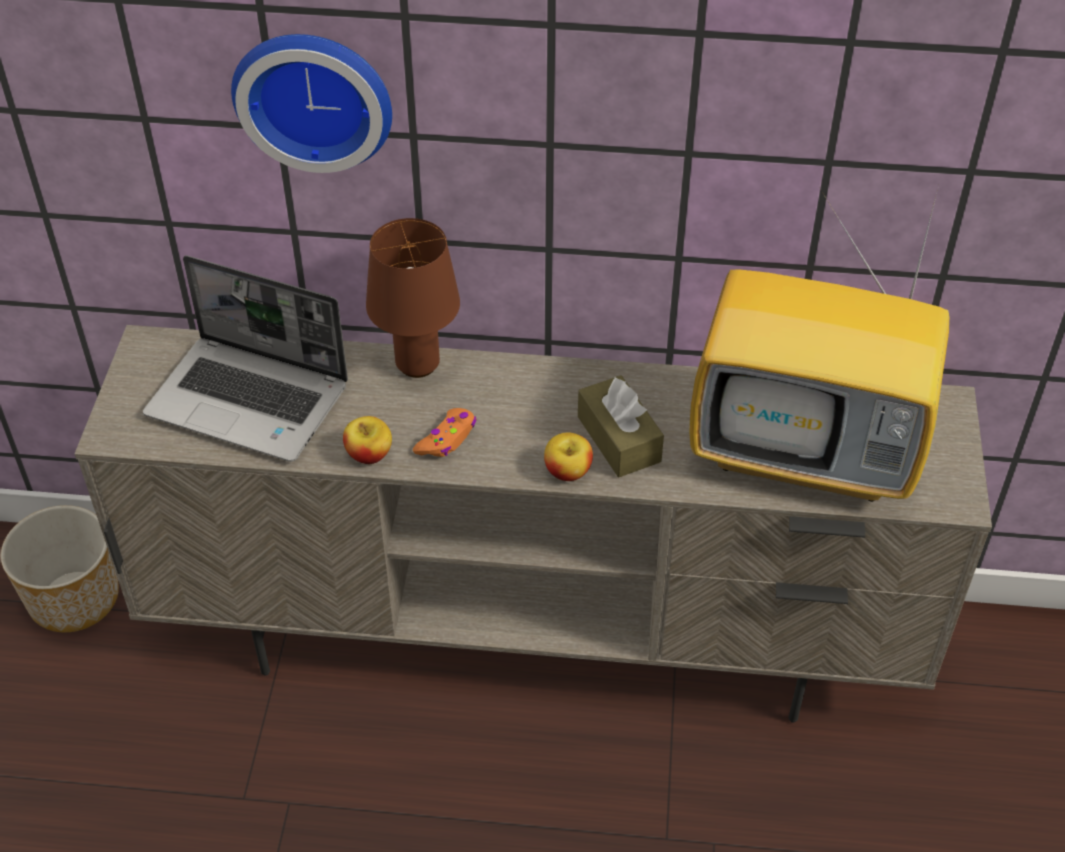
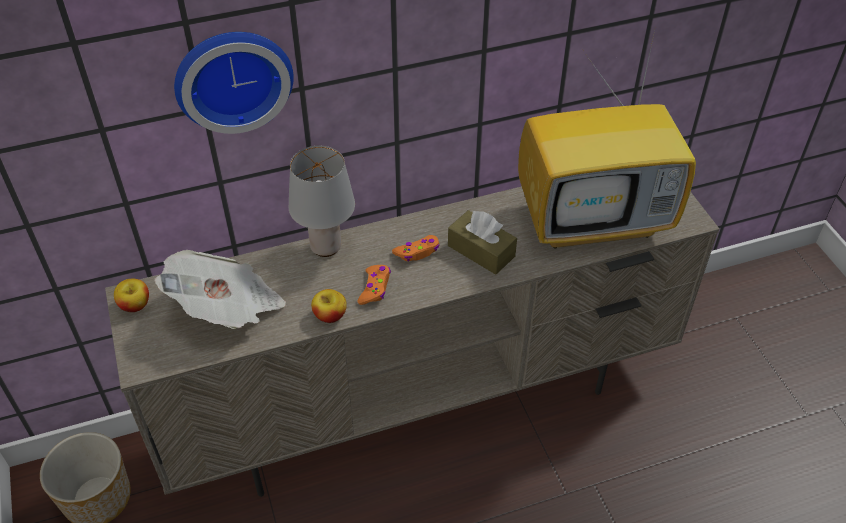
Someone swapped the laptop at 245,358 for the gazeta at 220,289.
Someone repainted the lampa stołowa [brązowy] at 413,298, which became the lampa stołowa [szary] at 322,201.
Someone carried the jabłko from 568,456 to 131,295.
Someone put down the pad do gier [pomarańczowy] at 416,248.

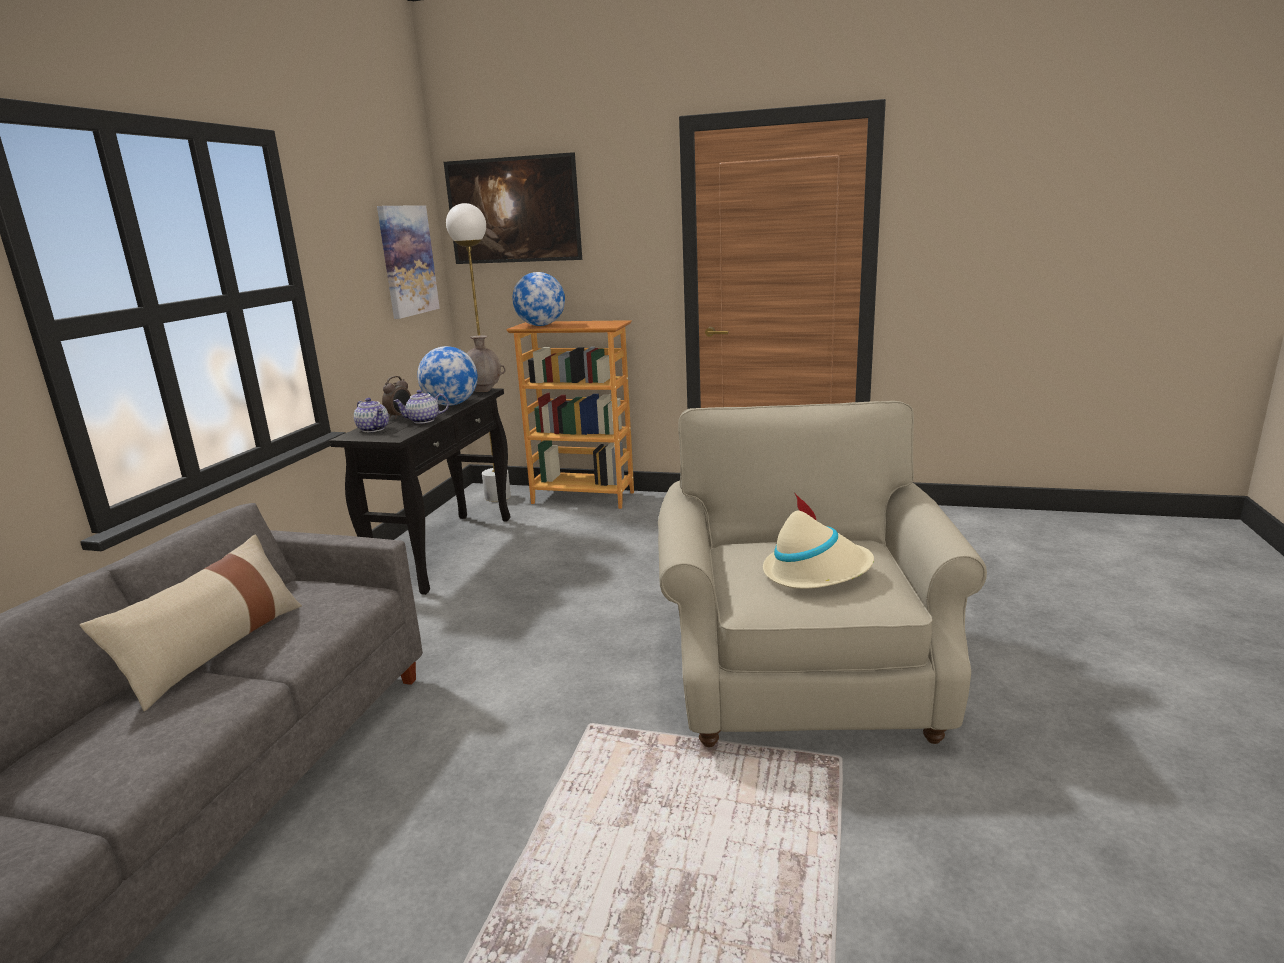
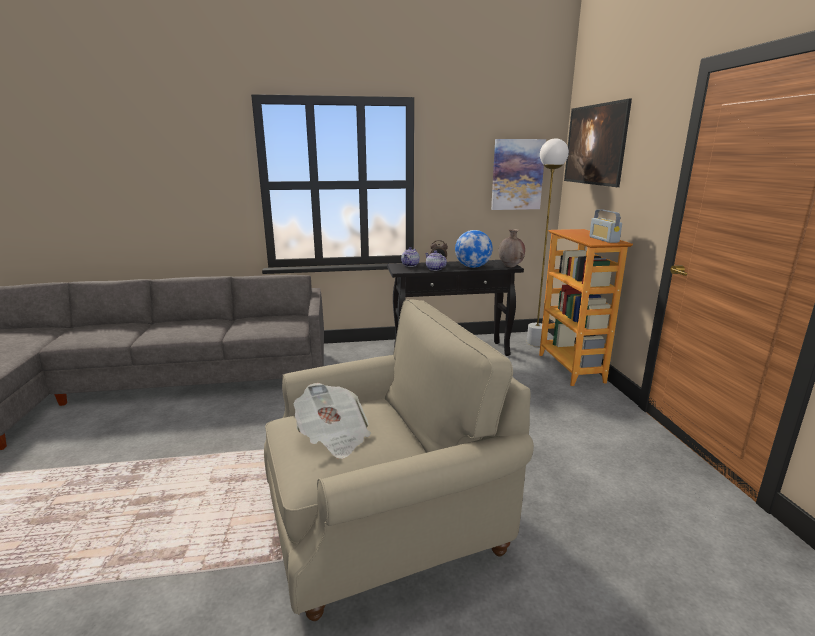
Someone took away the poduszka [beżowy] at 191,623.
Someone took away the globus at 538,299.
Someone swapped the kapelusz [beżowy] at 818,541 for the gazeta at 332,421.
Someone put down the radio at 605,226.

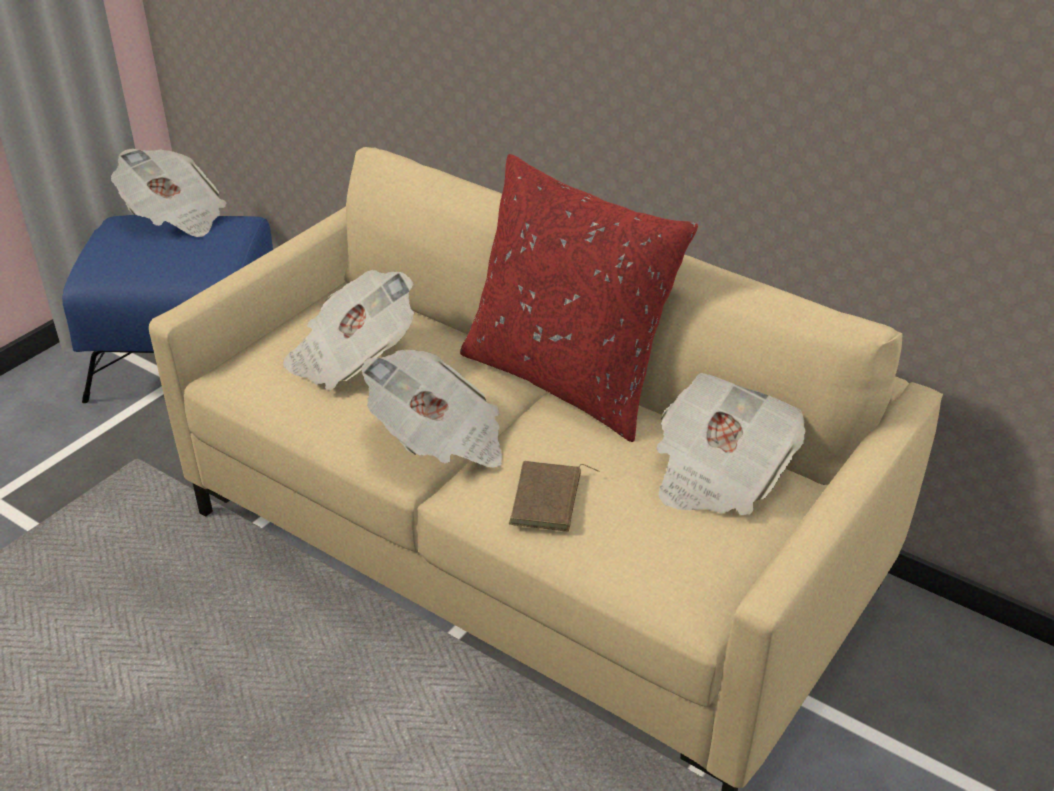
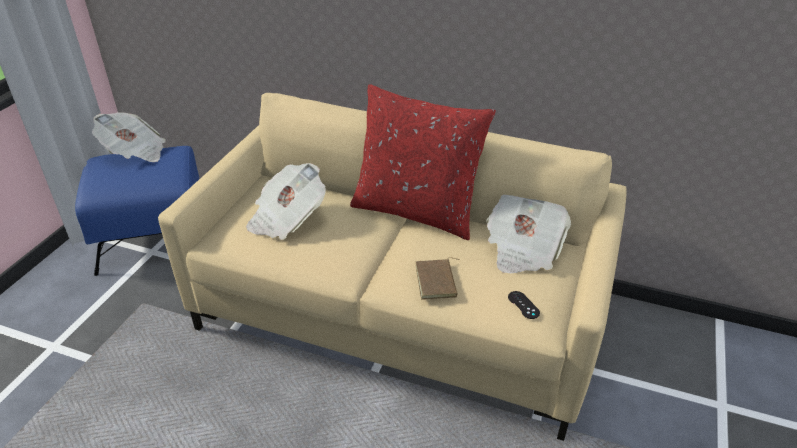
Someone took away the gazeta at 431,409.
Someone put down the pad do gier [czarny] at 524,305.

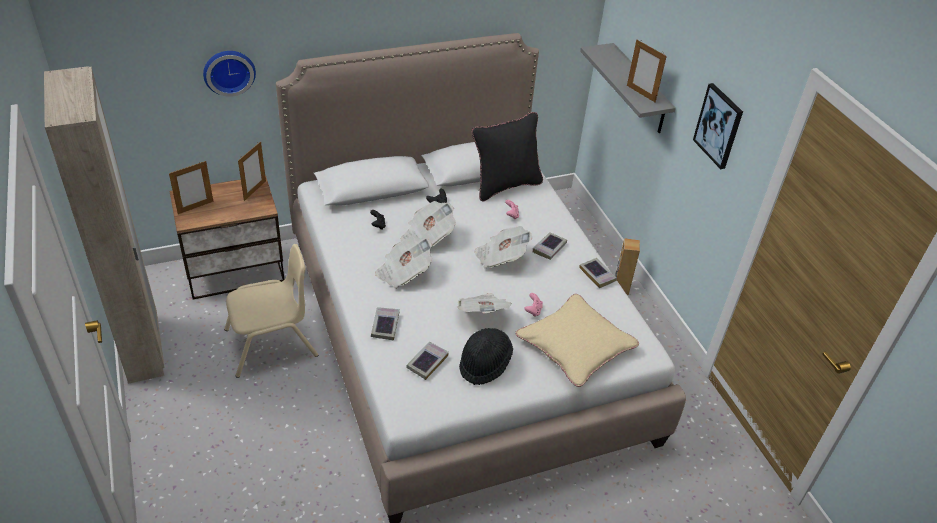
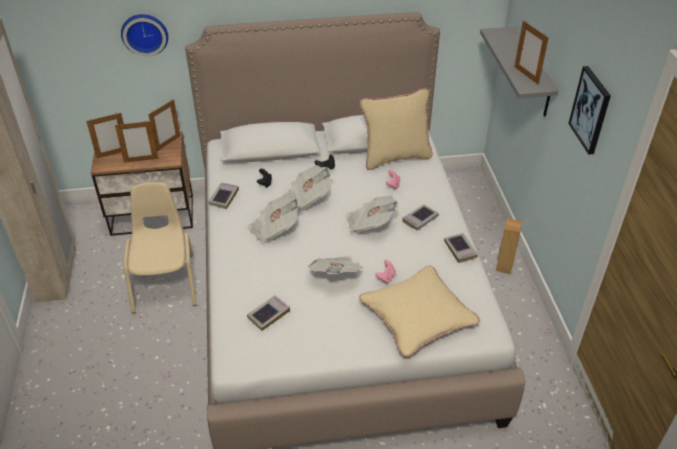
Someone rotated the krzesło [beżowy] at 271,311 by 90 degrees counterclockwise.
Someone carried the książka from 385,324 to 223,196.
Someone took away the kapelusz [czarny] at 486,356.
Someone repainted the poduszka [czarny] at 507,156, which became the poduszka [beżowy] at 396,129.
Someone put down the ramka na zdjęcie at 136,142.

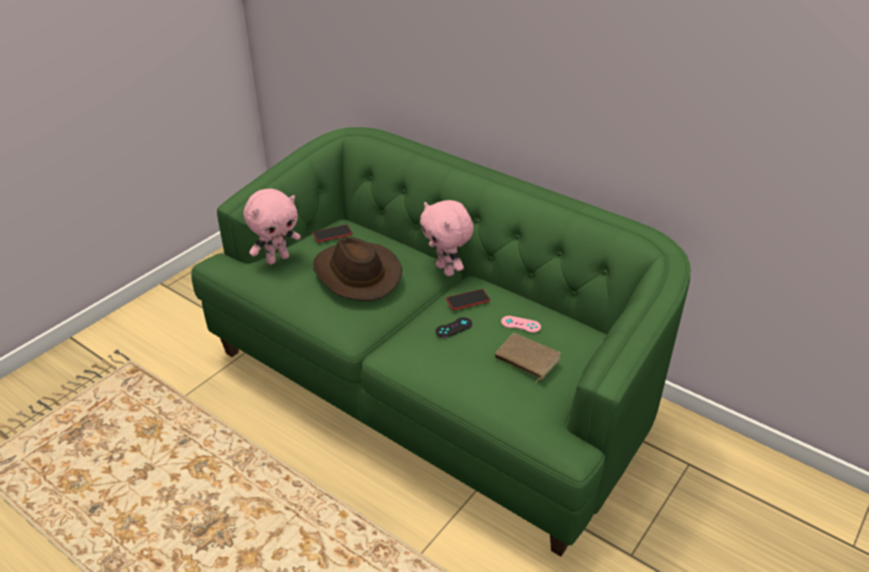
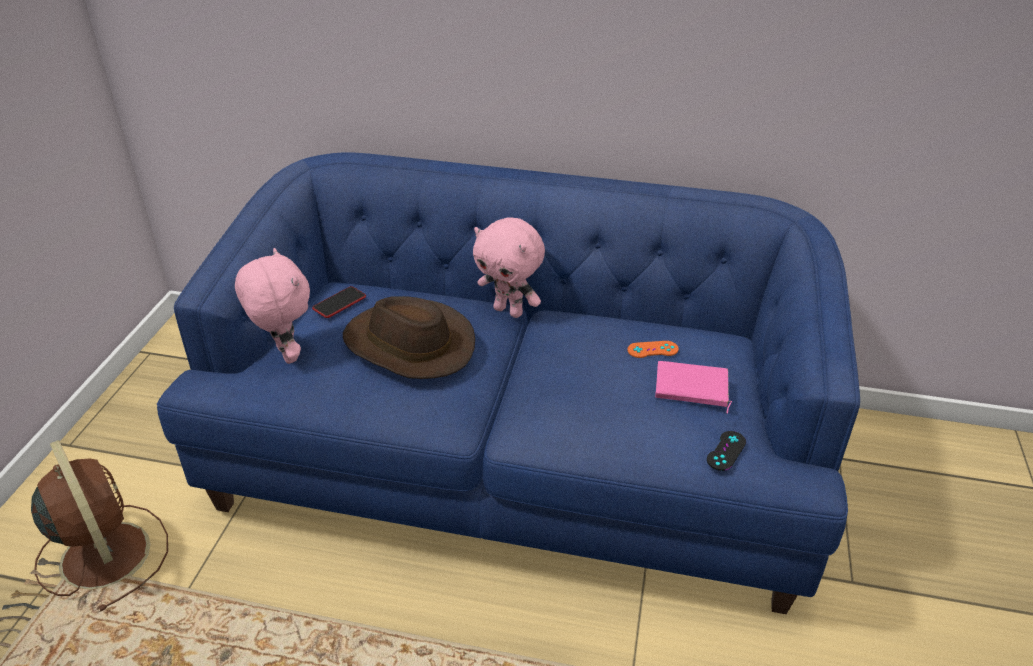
Someone repainted the kanapa [zielony] at 441,342, which became the kanapa [niebieski] at 508,383.
Someone rotated the pluszak [różowy] at 272,227 by 60 degrees counterclockwise.
Someone carried the pad do gier [czarny] from 453,327 to 726,451.
Someone took away the telefon at 468,299.
Someone repainted the książka [brązowy] at 528,358, which became the książka [różowy] at 693,387.
Someone repainted the pad do gier [różowy] at 521,324, which became the pad do gier [pomarańczowy] at 653,349.
Someone put down the wentylator [brązowy] at 99,526.

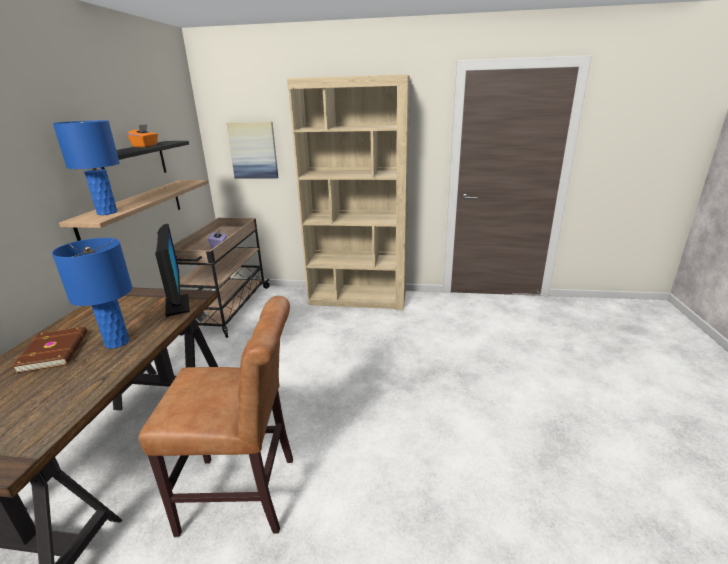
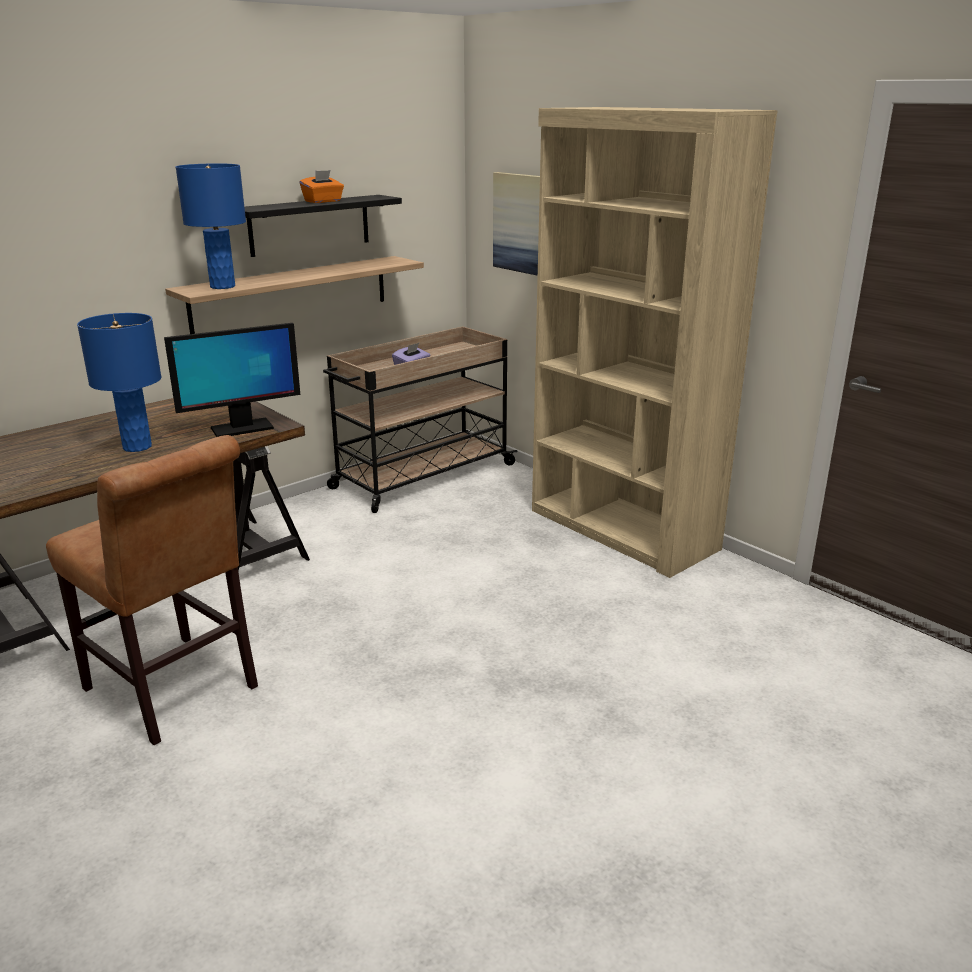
Someone took away the książka [brązowy] at 49,350.
Someone rotated the monitor at 172,270 by 45 degrees clockwise.

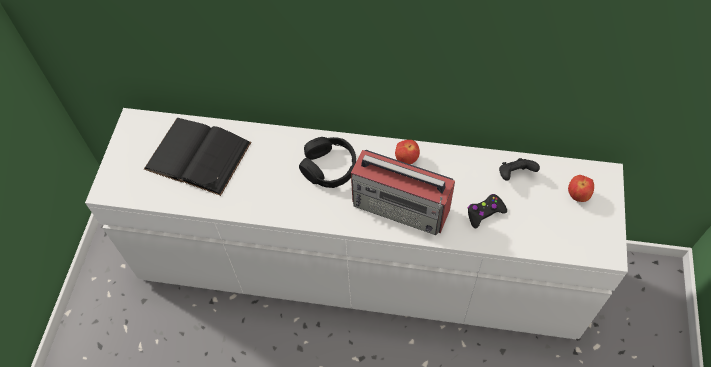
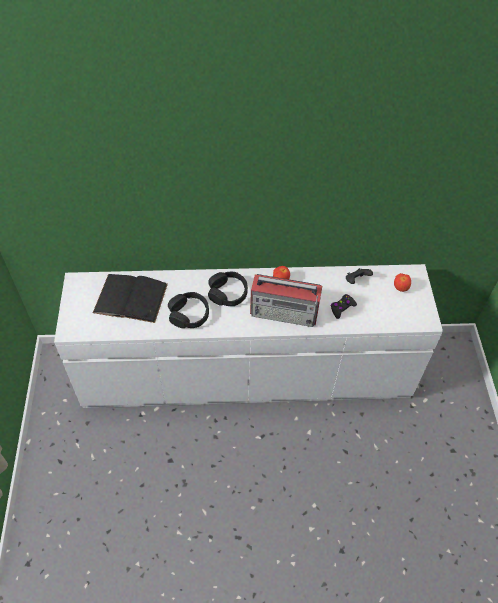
Someone put down the słuchawki [czarny] at 188,310.

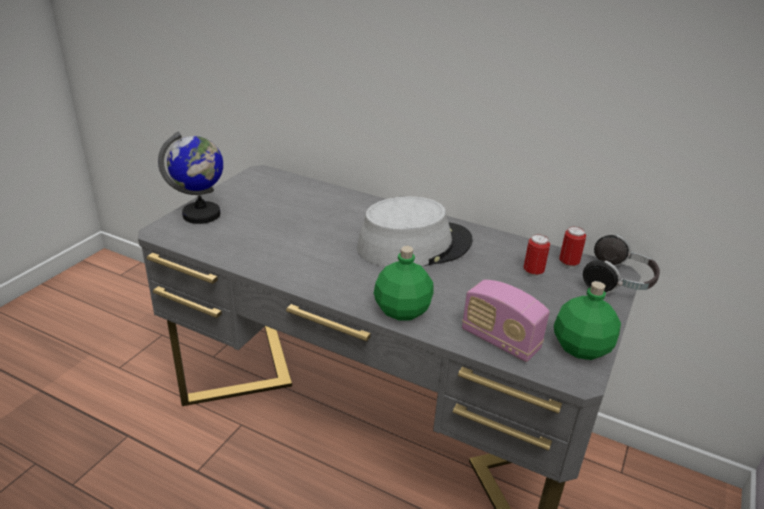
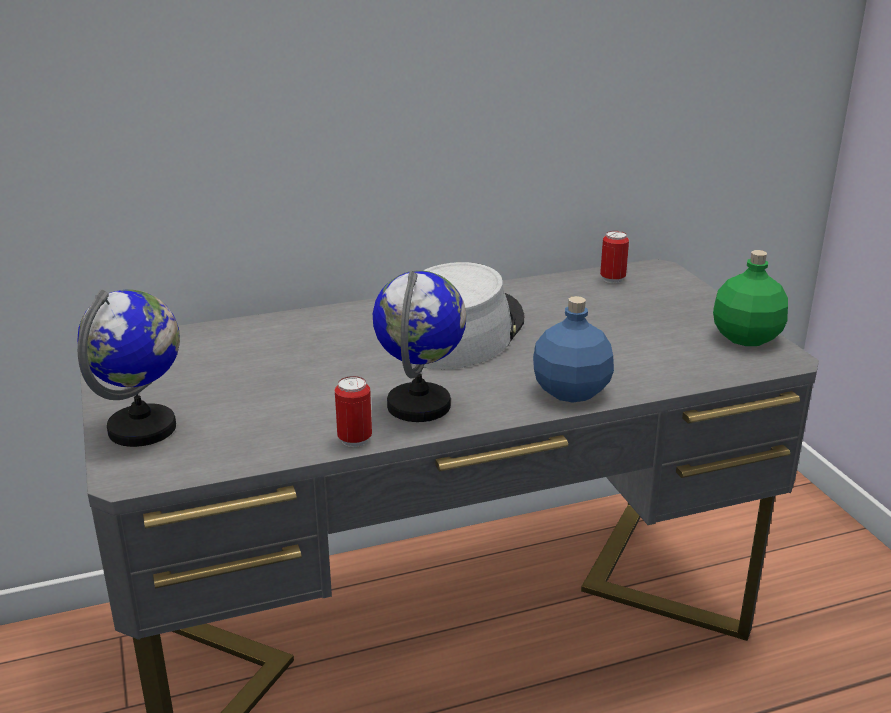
Someone repainted the butelka [zielony] at 404,283, which became the butelka [niebieski] at 573,349.
Someone took away the radio at 506,321.
Someone carried the puszka from 537,255 to 353,411.
Someone took away the słuchawki at 621,264.
Someone put down the globus at 419,346.

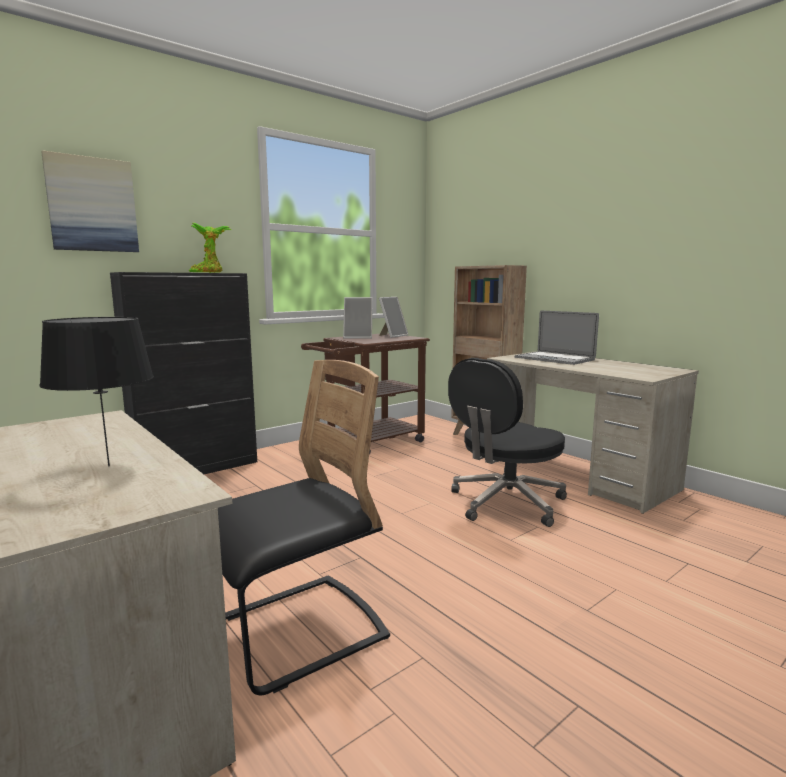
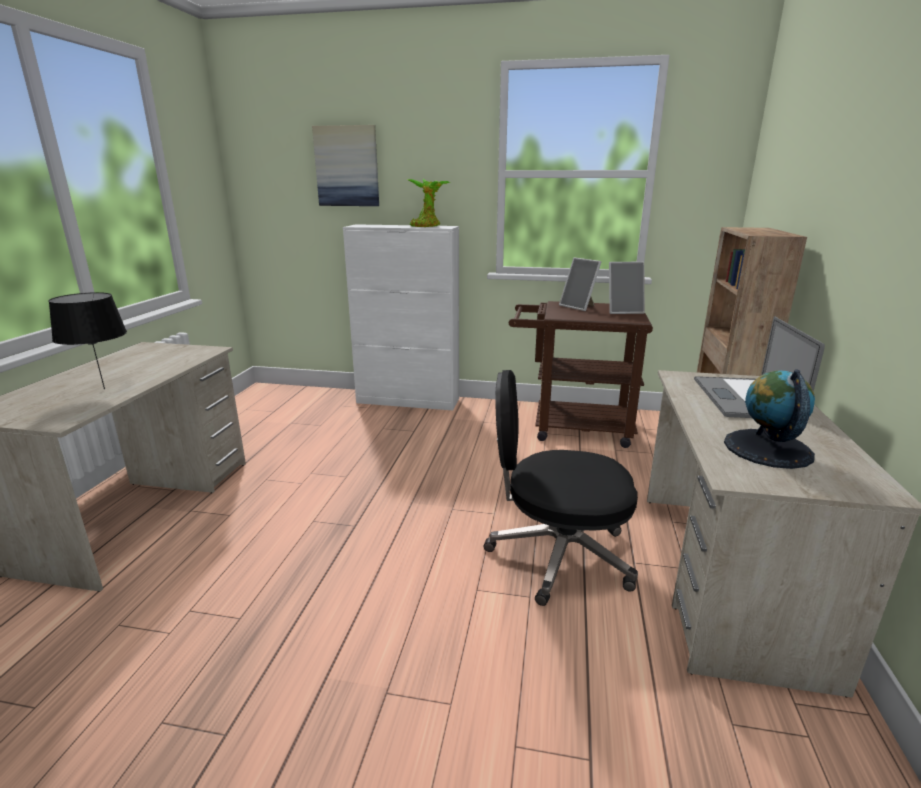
Someone repainted the szafka [czarny] at 183,373, which became the szafka [biały] at 401,317.
Someone took away the krzesło [czarny] at 304,527.
Someone put down the globus at 769,419.

